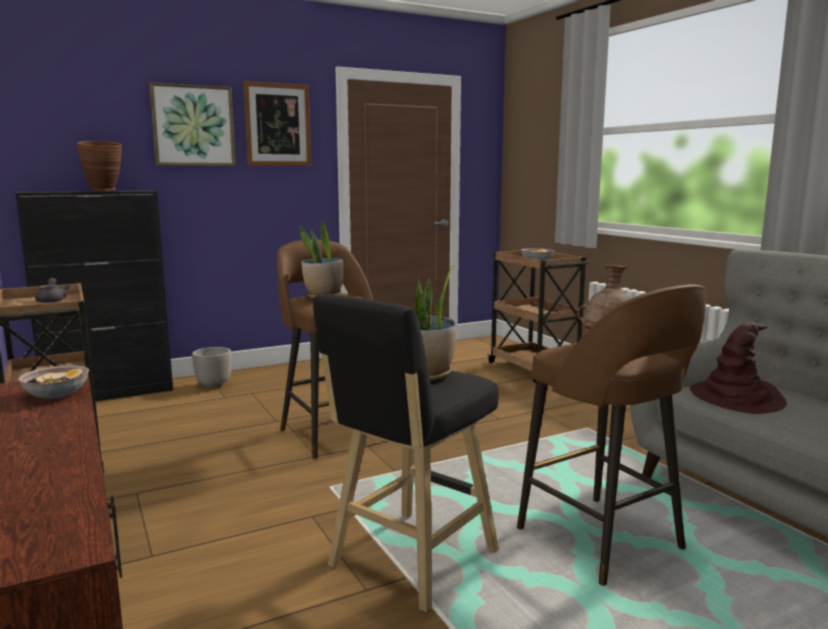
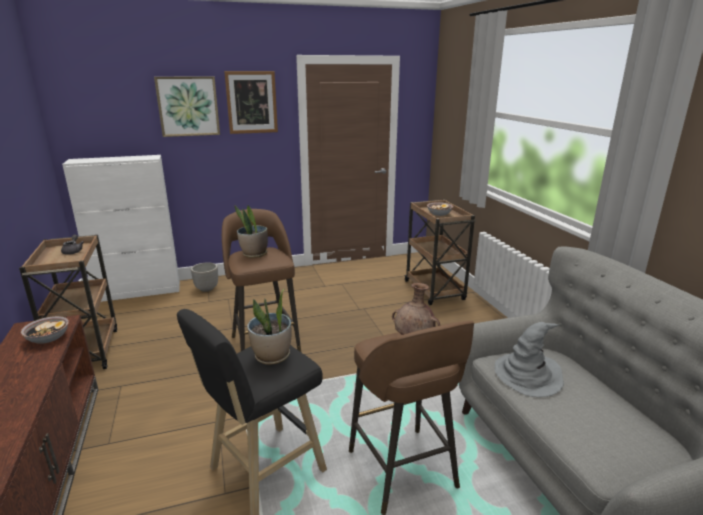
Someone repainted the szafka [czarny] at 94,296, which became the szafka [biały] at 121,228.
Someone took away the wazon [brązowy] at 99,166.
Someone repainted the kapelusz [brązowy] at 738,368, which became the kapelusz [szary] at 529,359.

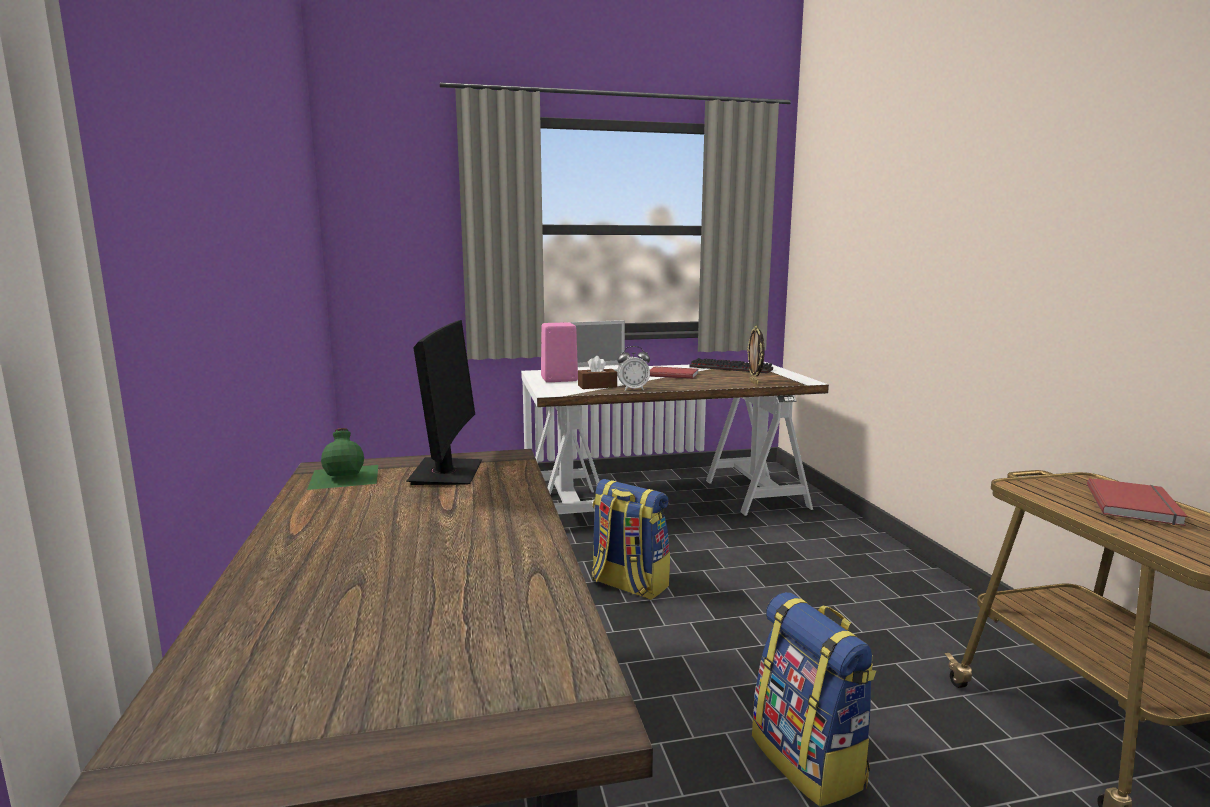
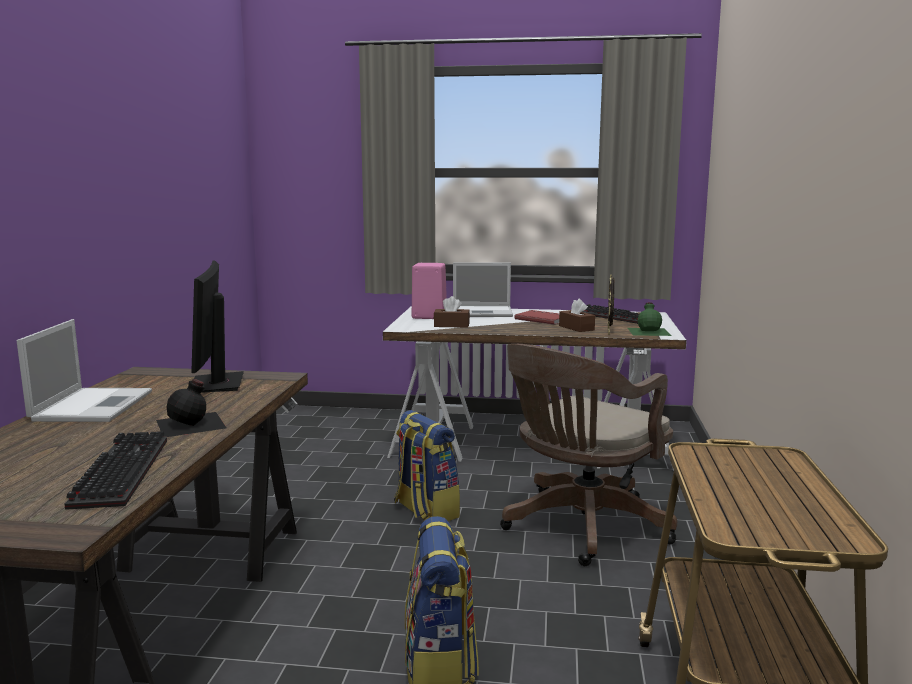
Someone carried the butelka [zielony] from 342,459 to 649,319.
Someone rotated the monitor at 444,402 by 150 degrees clockwise.
Someone took away the budzik at 633,368.
Someone took away the książka [czerwony] at 1137,502.
Someone put down the laptop at 84,370.
Someone put down the klawiatura at 116,470.
Someone put down the butelka [czarny] at 191,408.
Someone put down the krzesło biurowe [brązowy] at 588,455.
Someone put down the pudełko chusteczek [brązowy] at 577,315.

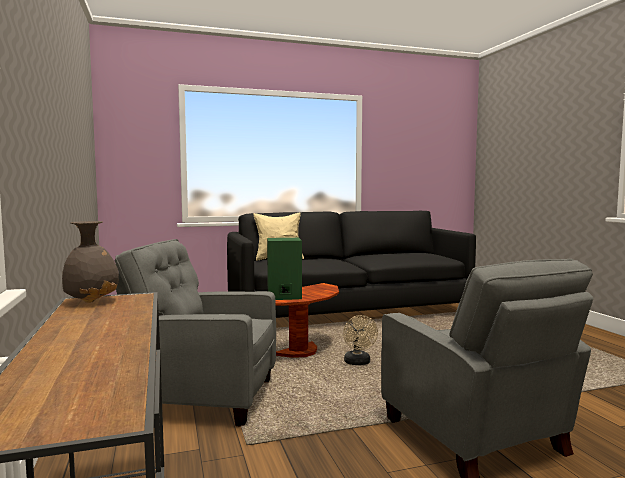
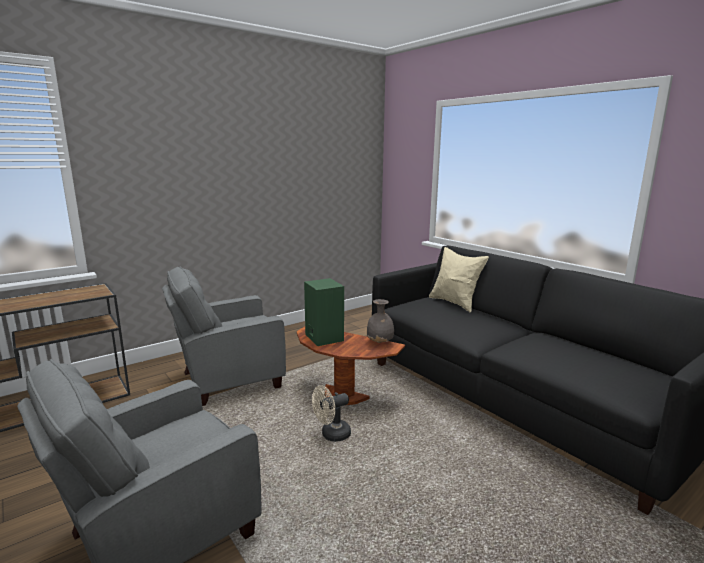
Someone carried the wazon [szary] from 90,262 to 380,321.
Someone rotated the fotel [szary] at 195,333 by 105 degrees counterclockwise.

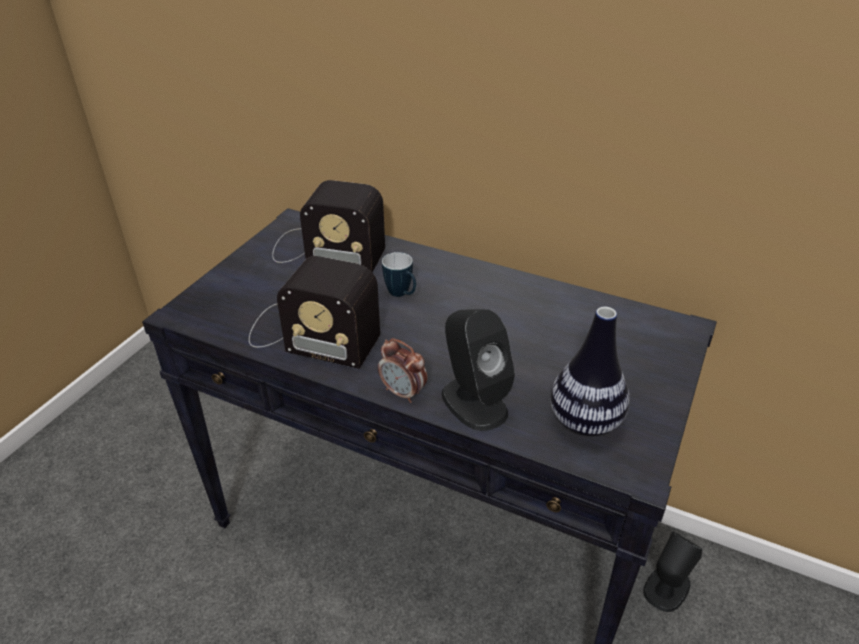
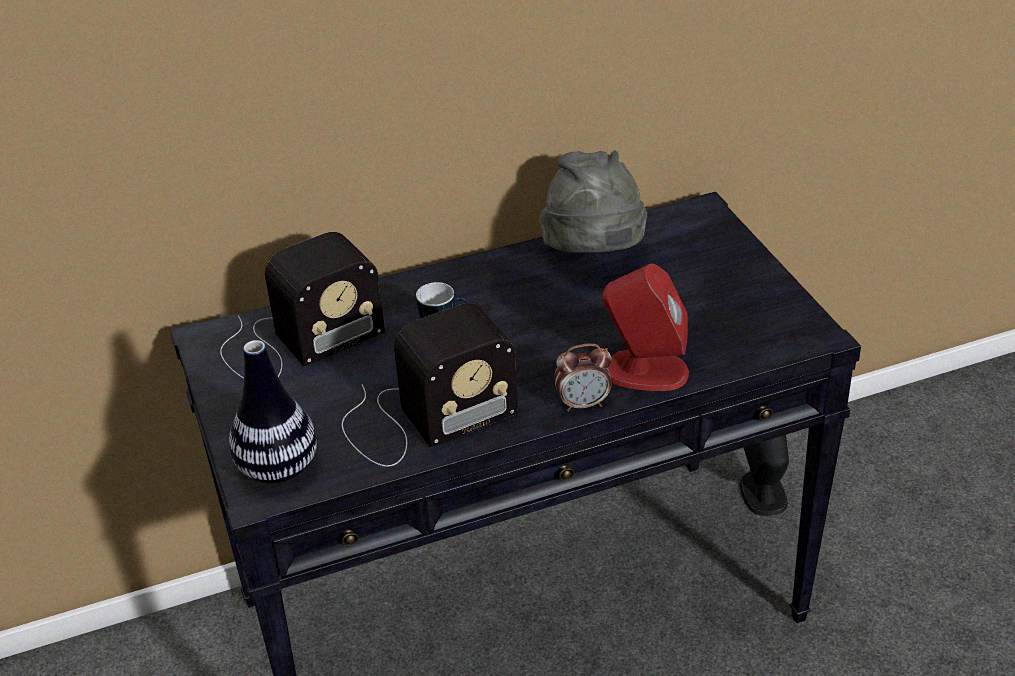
Someone repainted the głośnik [czarny] at 478,370, which became the głośnik [czerwony] at 645,327.
Someone carried the wazon from 590,372 to 273,412.
Someone put down the kapelusz [szary] at 593,201.

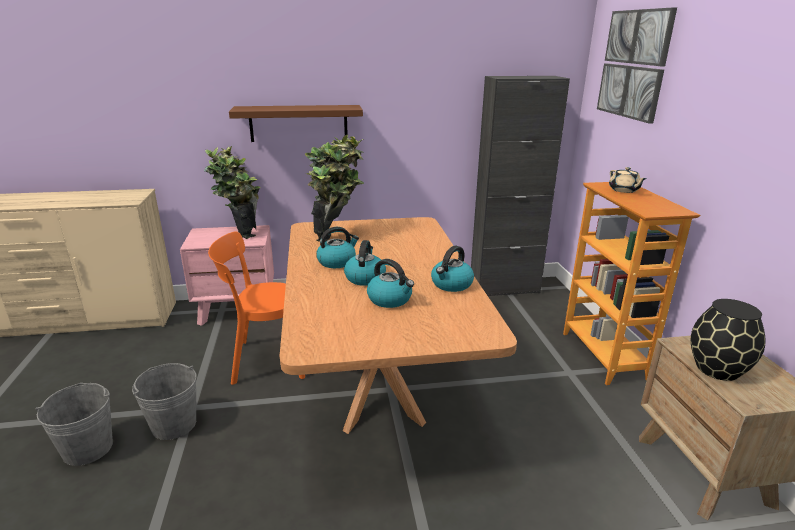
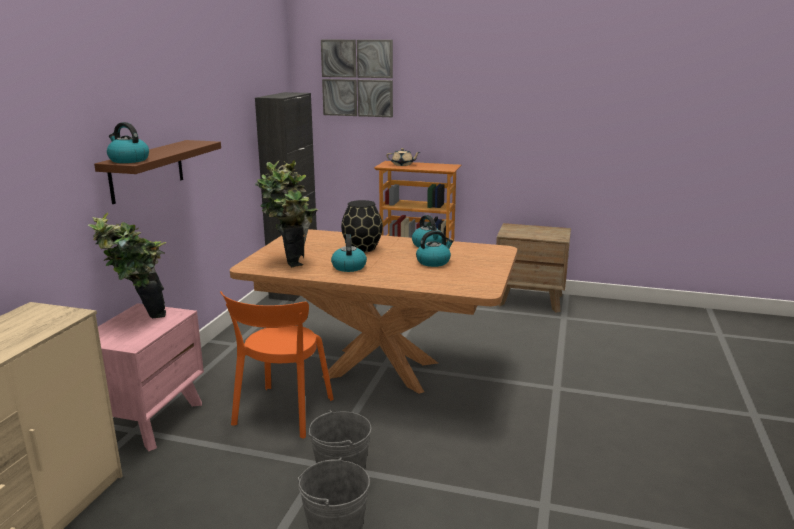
Someone carried the czajnik from 365,263 to 128,142.
Someone carried the wazon [czarny] from 728,340 to 362,226.

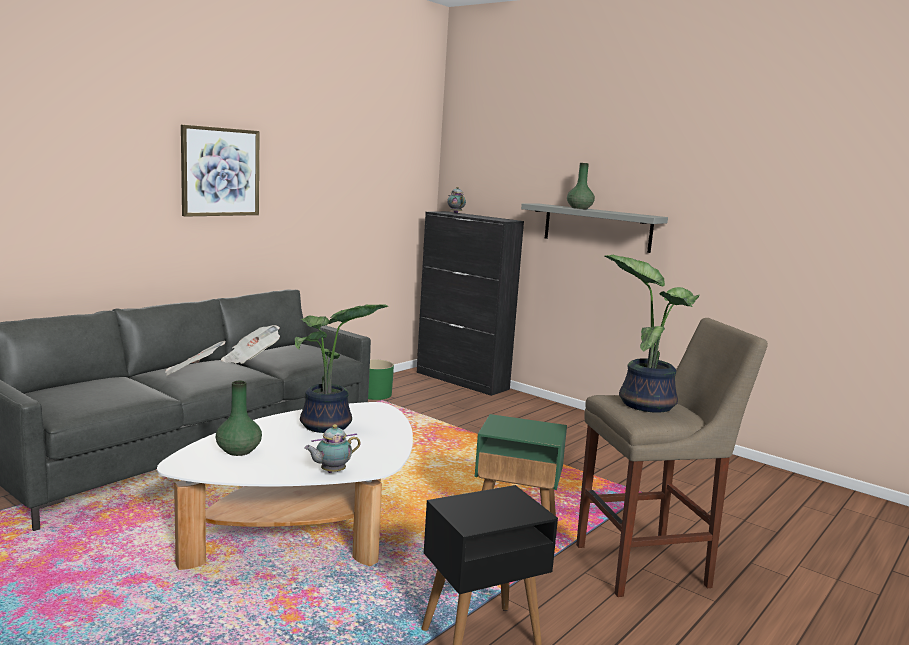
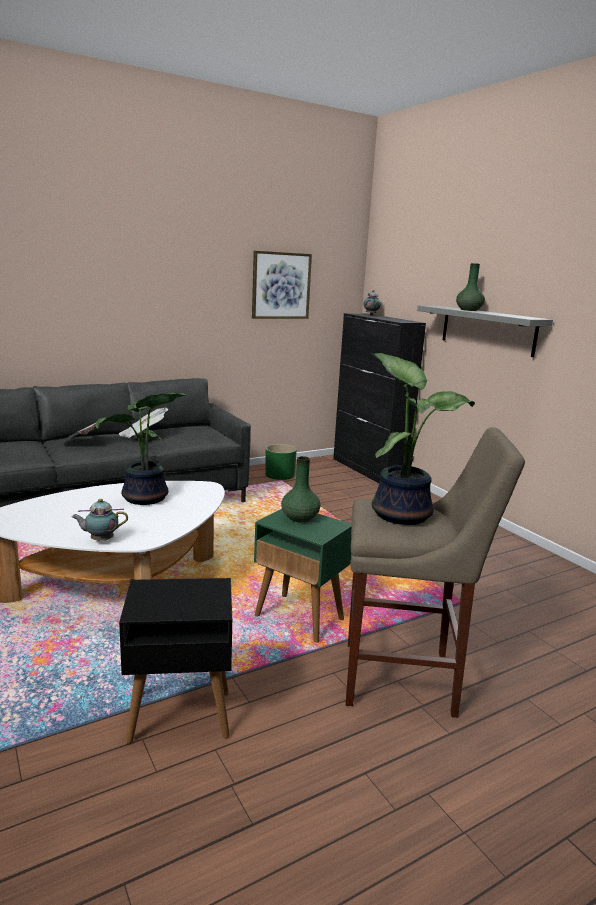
Someone carried the obraz from 220,171 to 282,285.
Someone carried the wazon [zielony] from 239,418 to 301,489.

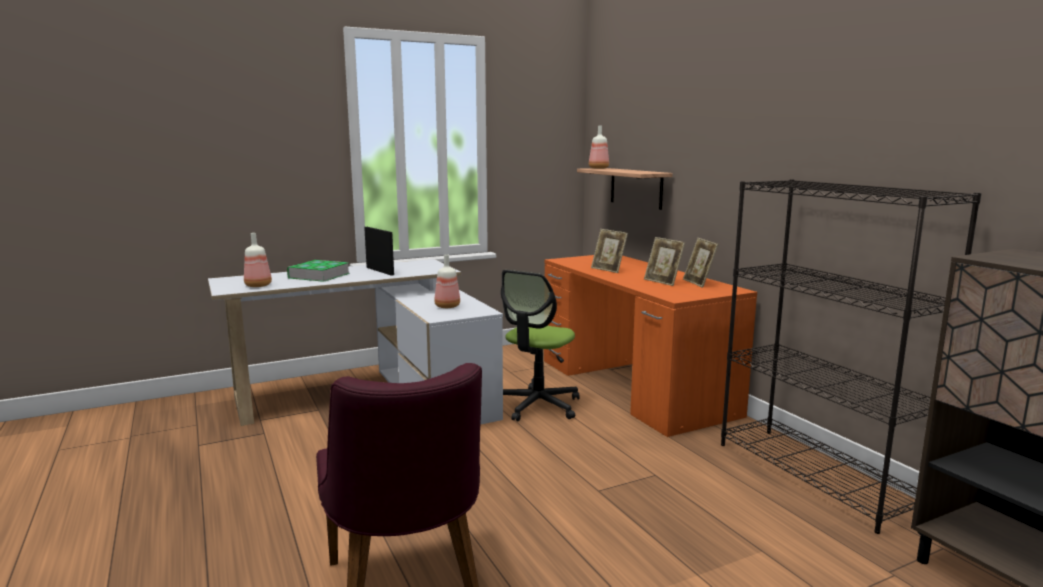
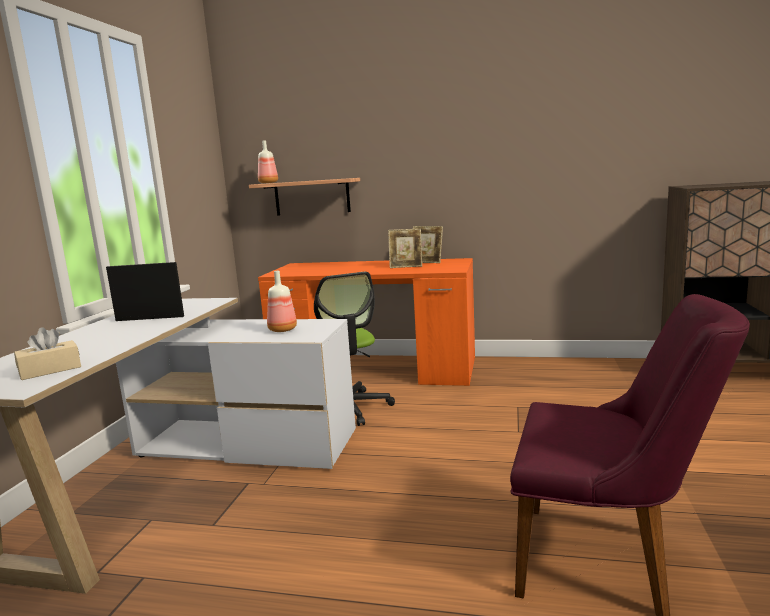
Someone swapped the butelka at 258,260 for the pudełko chusteczek [beżowy] at 47,353.
Someone took away the książka at 318,271.
Someone took away the ramka na zdjęcie at 609,251.
Someone took away the regał [czarny] at 851,356.

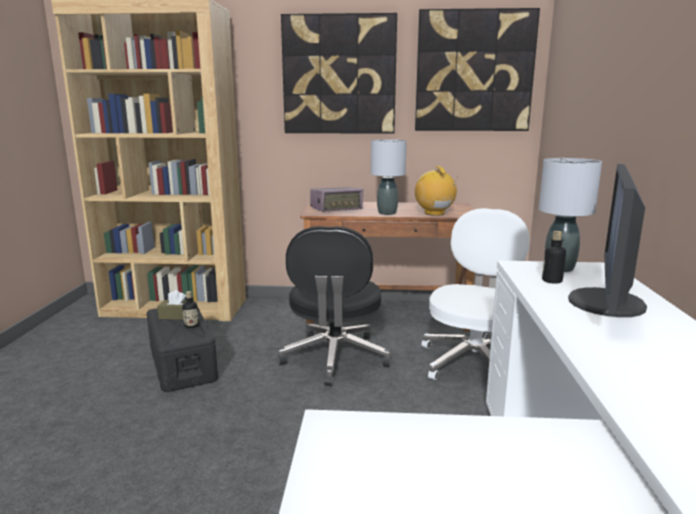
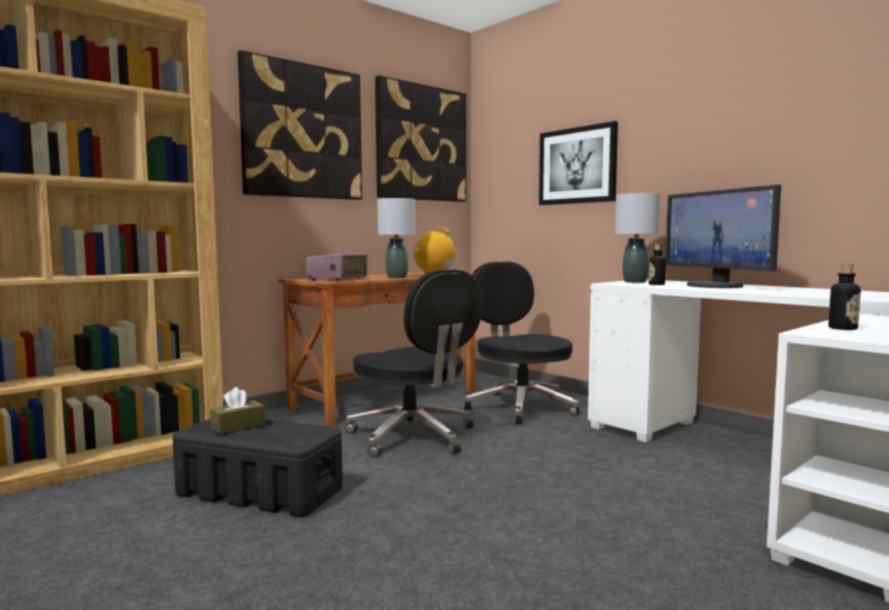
Someone carried the butelka from 190,309 to 845,296.
Someone repainted the krzesło biurowe [biały] at 476,294, which became the krzesło biurowe [czarny] at 522,342.
Someone put up the obraz at 578,163.

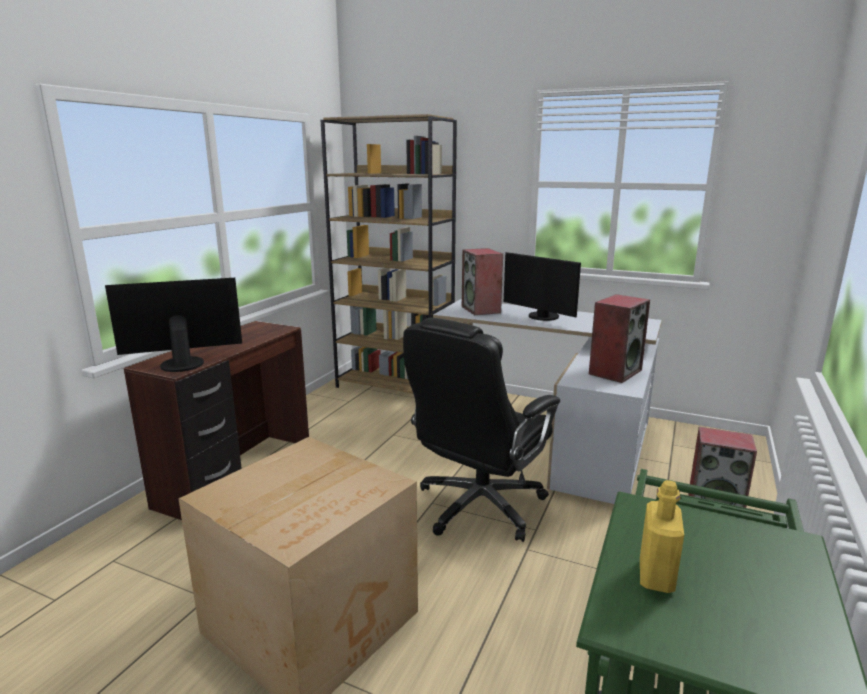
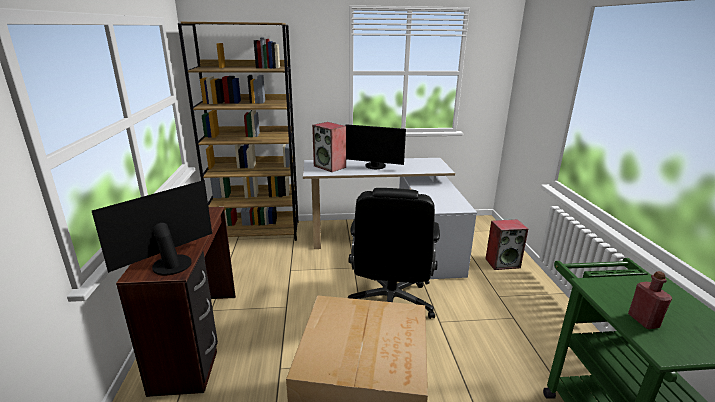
Someone took away the głośnik at 619,338.
Someone repainted the butelka [żółty] at 662,536, which became the butelka [czerwony] at 650,300.

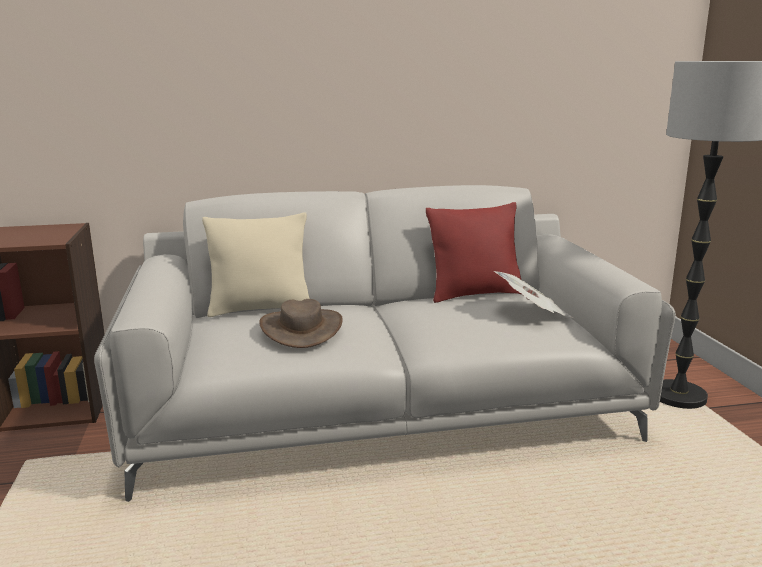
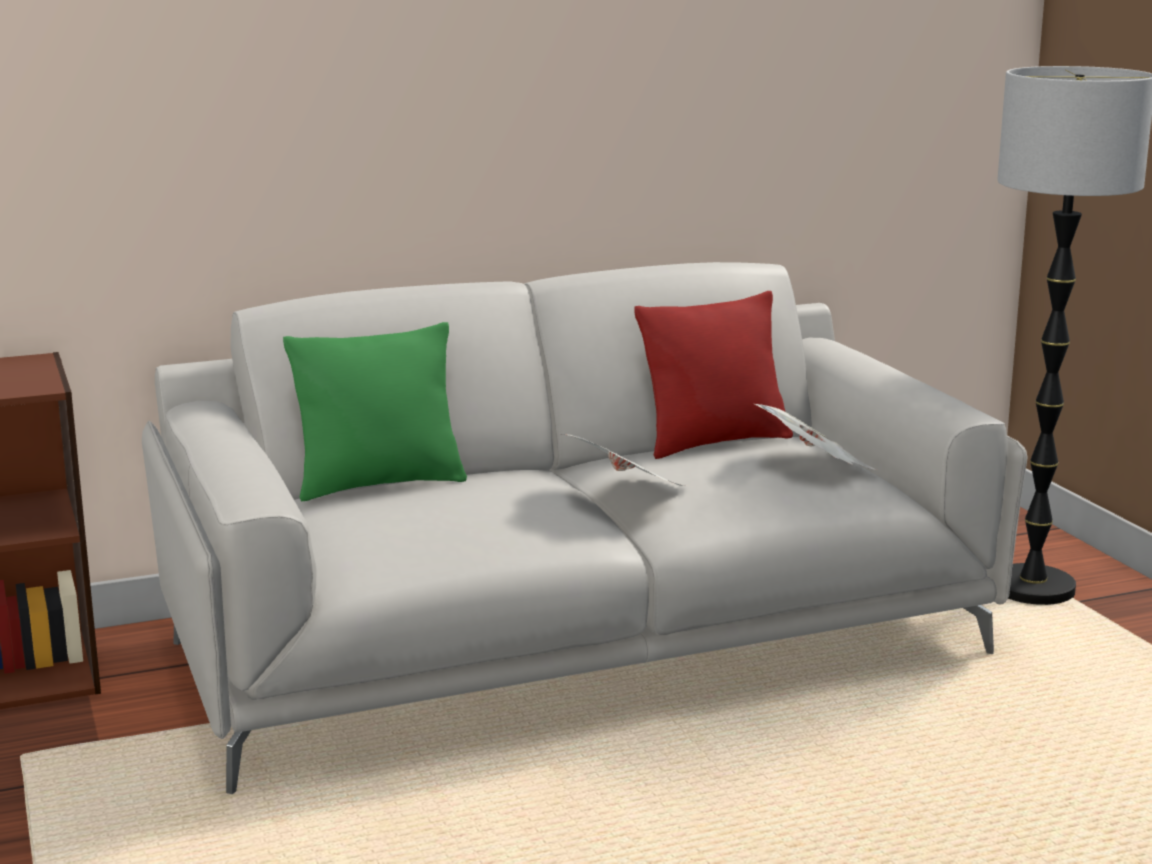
Someone repainted the poduszka [beżowy] at 256,264, which became the poduszka [zielony] at 375,412.
Someone took away the kapelusz [brązowy] at 301,323.
Someone put down the gazeta at 625,460.

